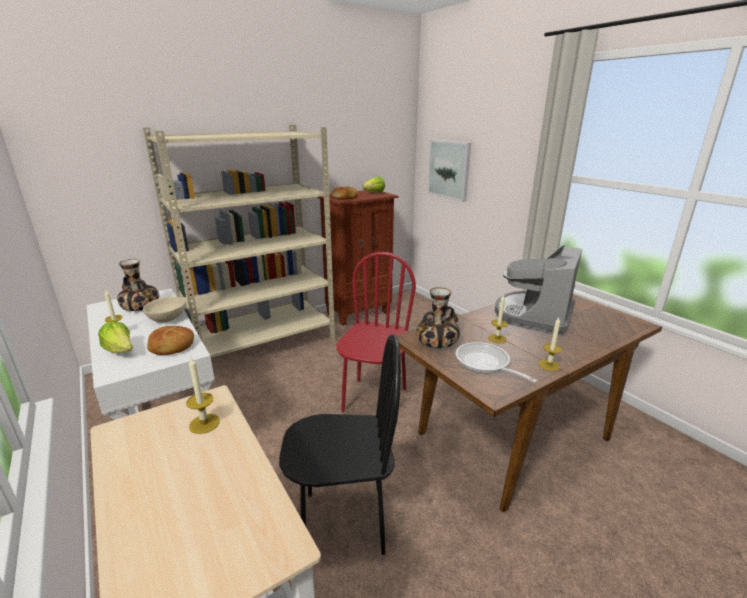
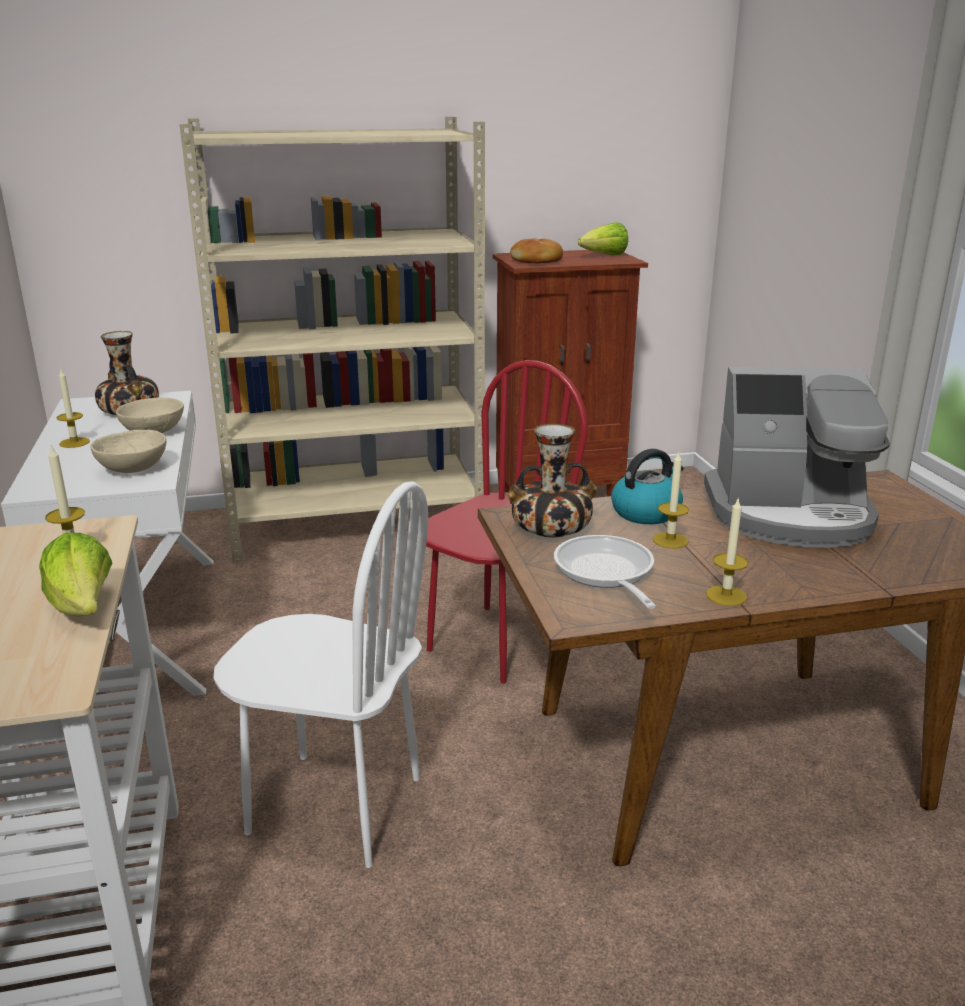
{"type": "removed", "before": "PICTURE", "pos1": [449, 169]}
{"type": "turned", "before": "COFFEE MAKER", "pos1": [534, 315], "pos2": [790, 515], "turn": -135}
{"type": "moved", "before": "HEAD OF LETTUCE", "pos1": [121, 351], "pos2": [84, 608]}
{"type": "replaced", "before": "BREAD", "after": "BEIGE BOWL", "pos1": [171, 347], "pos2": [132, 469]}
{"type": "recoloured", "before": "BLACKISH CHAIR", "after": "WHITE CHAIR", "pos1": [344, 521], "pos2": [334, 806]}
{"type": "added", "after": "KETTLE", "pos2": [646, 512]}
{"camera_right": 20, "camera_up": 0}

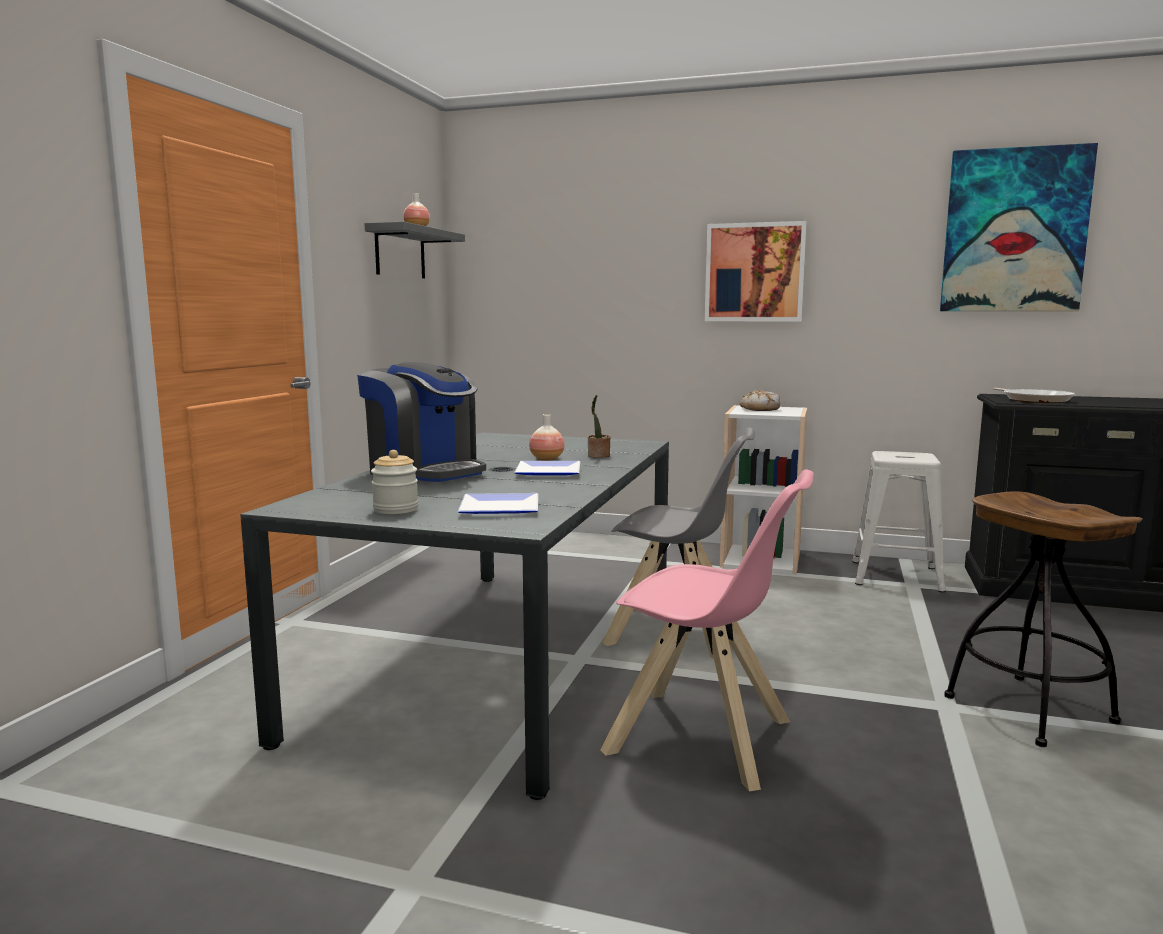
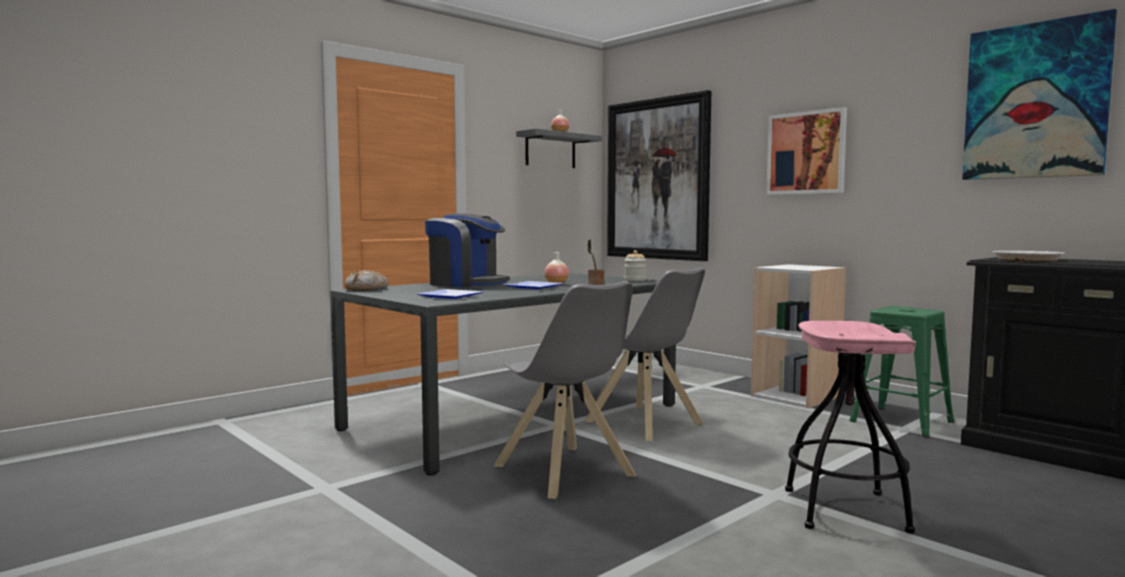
{"type": "turned", "before": "COFFEE MAKER", "pos1": [424, 472], "pos2": [466, 284], "turn": -45}
{"type": "moved", "before": "BREAD", "pos1": [760, 409], "pos2": [366, 289]}
{"type": "moved", "before": "PRESERVE JAR", "pos1": [395, 509], "pos2": [635, 280]}
{"type": "recoloured", "before": "WHITE STOOL SEAT", "after": "GREEN-COLOURED STOOL SEAT", "pos1": [895, 576], "pos2": [901, 422]}
{"type": "recoloured", "before": "PINKISH CHAIR", "after": "GREY CHAIR", "pos1": [704, 738], "pos2": [566, 472]}
{"type": "recoloured", "before": "BROWN STOOL SEAT", "after": "PINKISH STOOL SEAT", "pos1": [1028, 708], "pos2": [845, 509]}
{"type": "added", "after": "PICTURE", "pos2": [657, 179]}
{"camera_right": 30, "camera_up": -5}

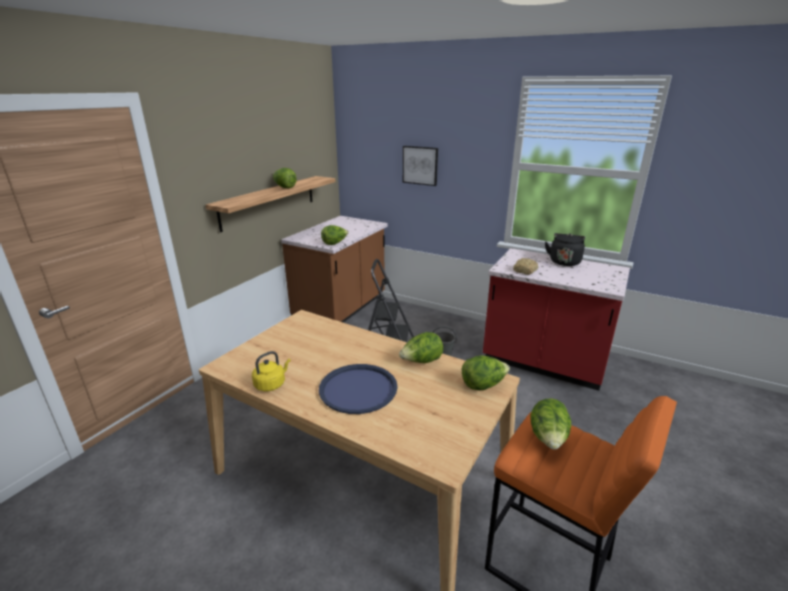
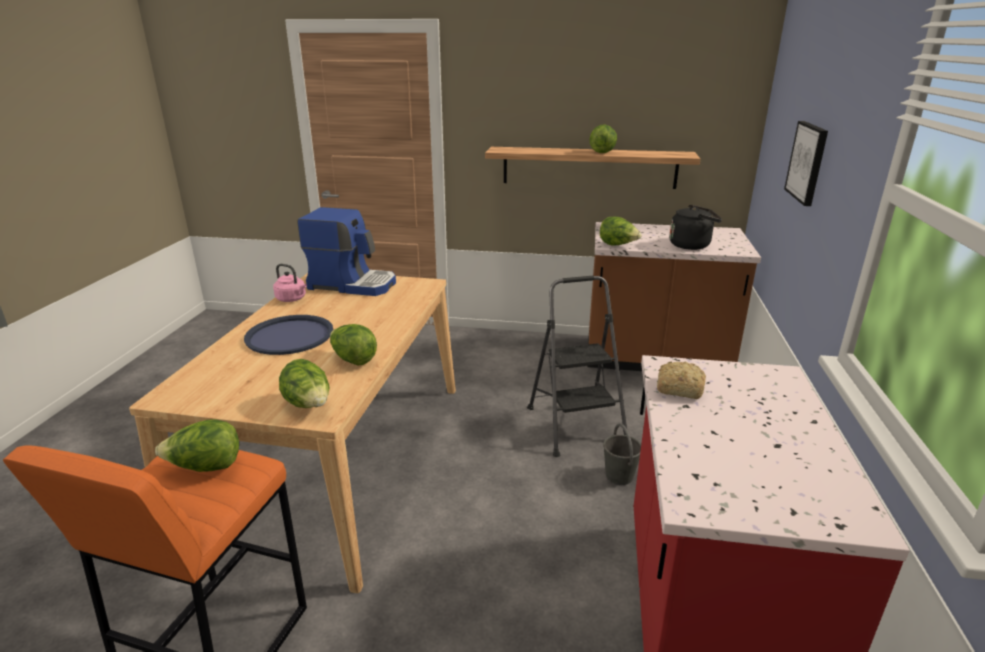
{"type": "moved", "before": "BLACKISH KETTLE", "pos1": [564, 261], "pos2": [692, 245]}
{"type": "recoloured", "before": "YELLOW-COLOURED KETTLE", "after": "PINKISH KETTLE", "pos1": [271, 384], "pos2": [292, 299]}
{"type": "added", "after": "COFFEE MAKER", "pos2": [353, 284]}
{"camera_right": 70, "camera_up": 0}

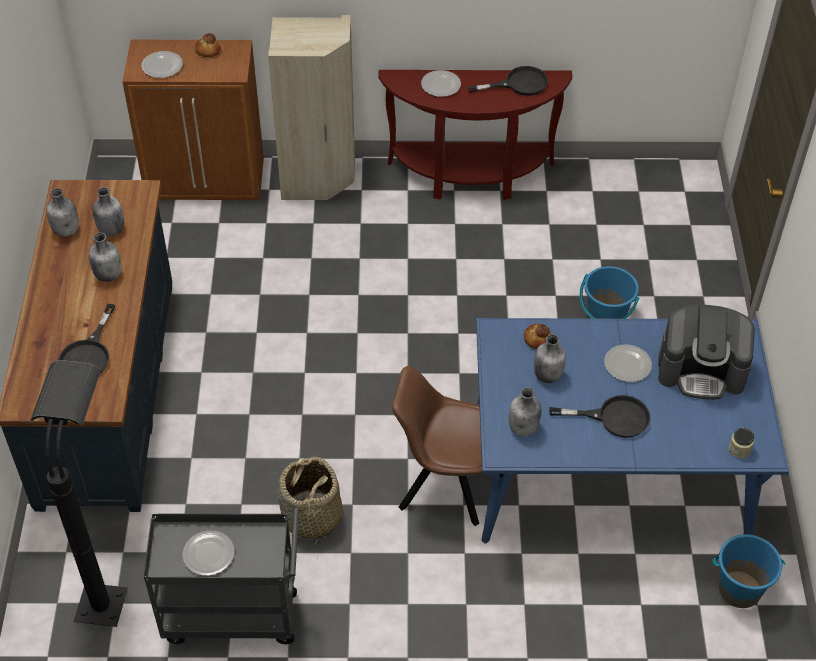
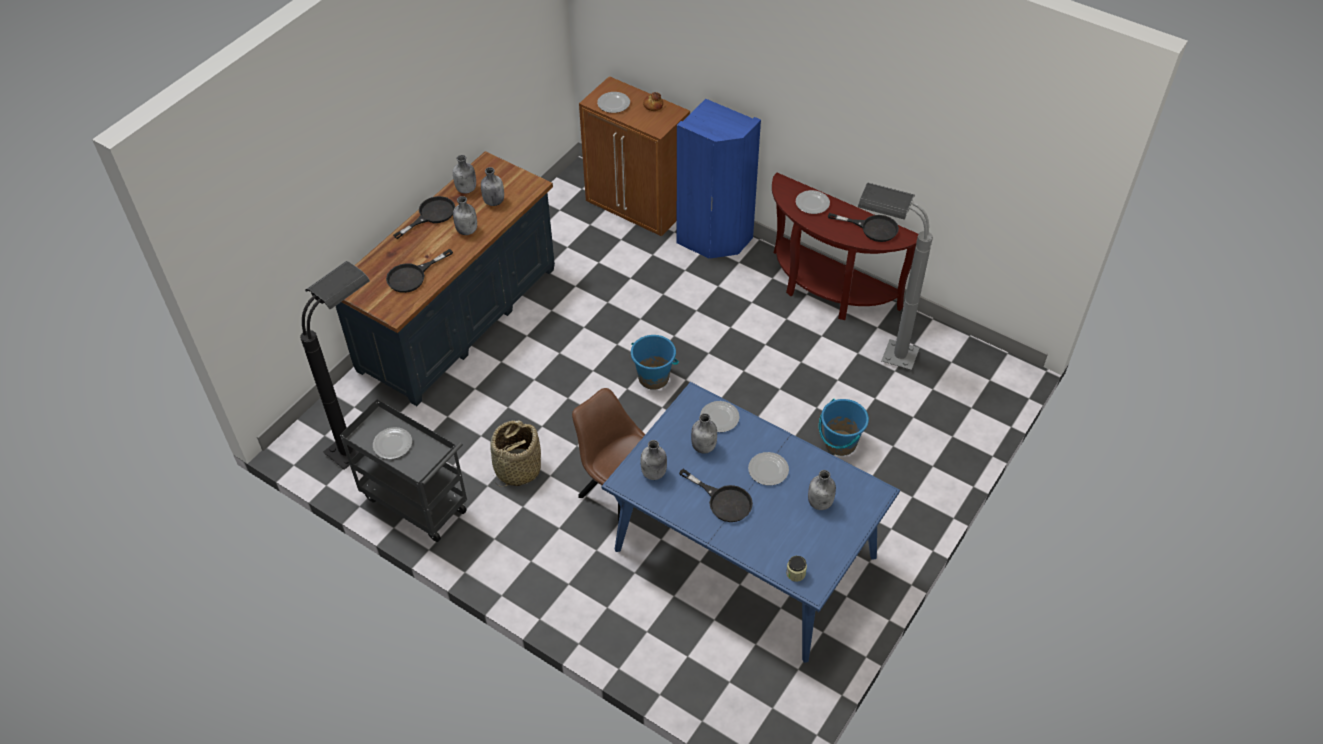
{"type": "recoloured", "before": "BEIGE CABINET", "after": "BLUE CABINET", "pos1": [317, 178], "pos2": [714, 239]}
{"type": "replaced", "before": "COFFEE MAKER", "after": "GREY BEVERAGE BOTTLE", "pos1": [701, 370], "pos2": [820, 503]}
{"type": "replaced", "before": "BREAD", "after": "DINNER PLATE", "pos1": [537, 339], "pos2": [719, 418]}
{"type": "moved", "before": "BLUE PAIL", "pos1": [739, 589], "pos2": [654, 377]}
{"type": "added", "after": "GREY STANDING LAMP", "pos2": [878, 351]}
{"type": "added", "after": "BLACKISH PAN", "pos2": [431, 215]}
{"camera_right": 35, "camera_up": 0}

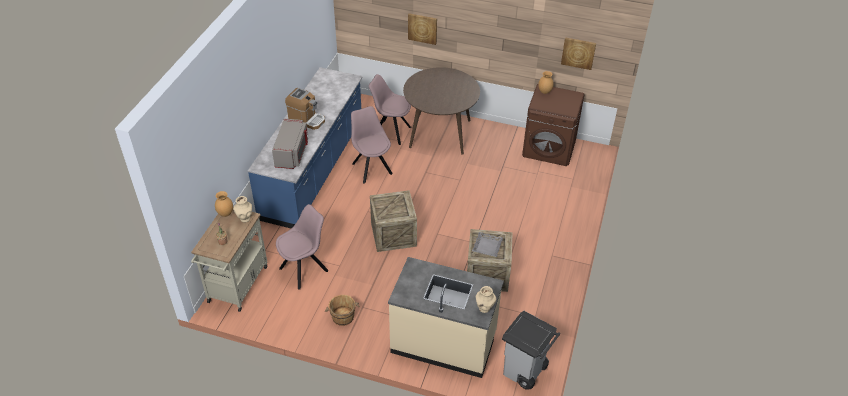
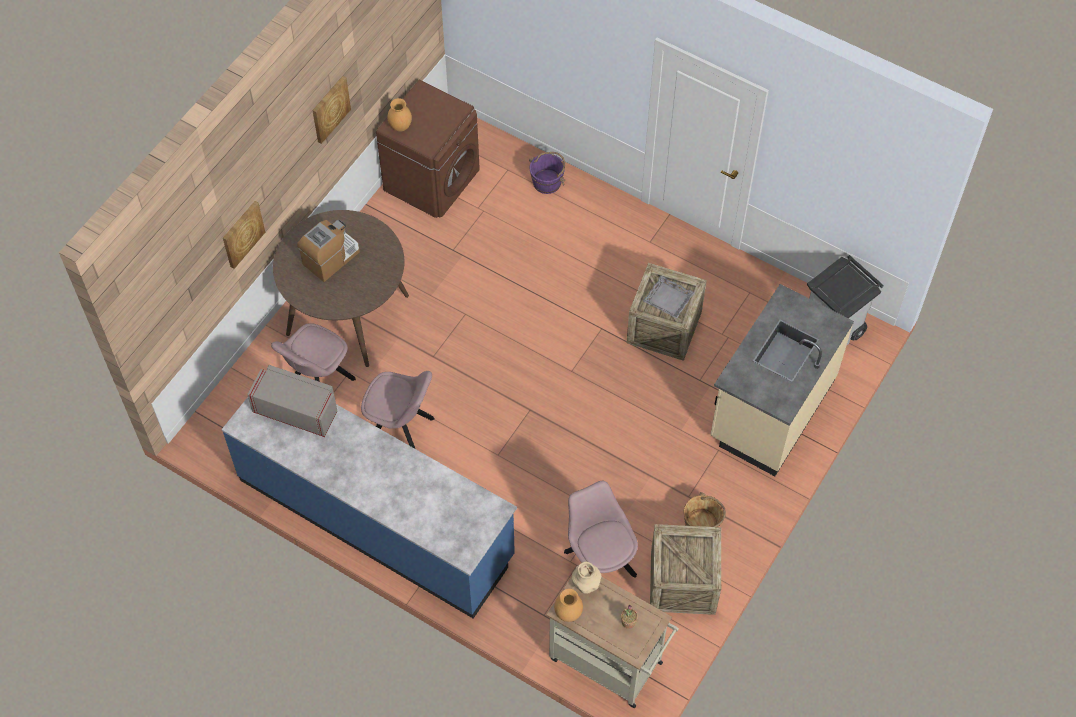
{"type": "moved", "before": "PICTURE", "pos1": [578, 53], "pos2": [330, 108]}
{"type": "moved", "before": "COFFEE MAKER", "pos1": [306, 119], "pos2": [331, 258]}
{"type": "turned", "before": "PINKISH CHAIR", "pos1": [371, 168], "pos2": [401, 431], "turn": -150}
{"type": "moved", "before": "GREY KITCHEN MICROWAVE", "pos1": [292, 153], "pos2": [297, 410]}
{"type": "moved", "before": "SHIPPING CRATE", "pos1": [393, 234], "pos2": [682, 582]}
{"type": "removed", "before": "BEIGE DECORATIVE VASE", "pos1": [484, 308]}
{"type": "added", "after": "PURPLE-COLOURED PAIL", "pos2": [547, 182]}
{"camera_right": -75, "camera_up": 15}

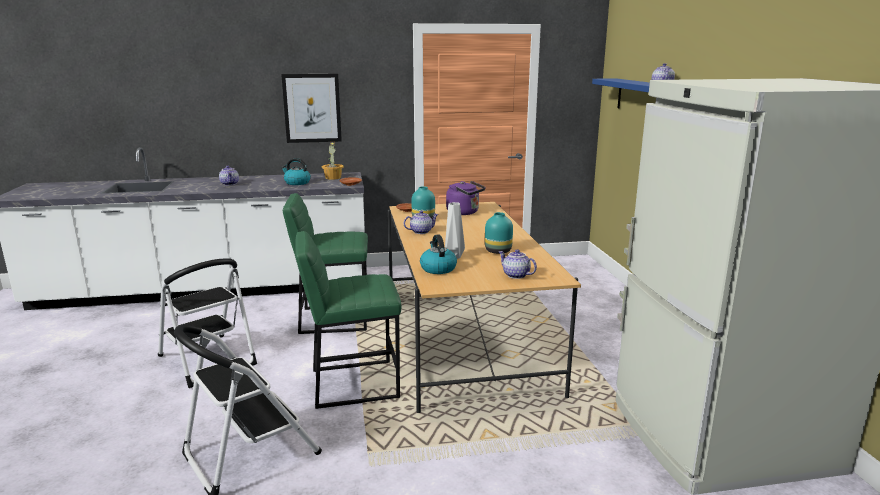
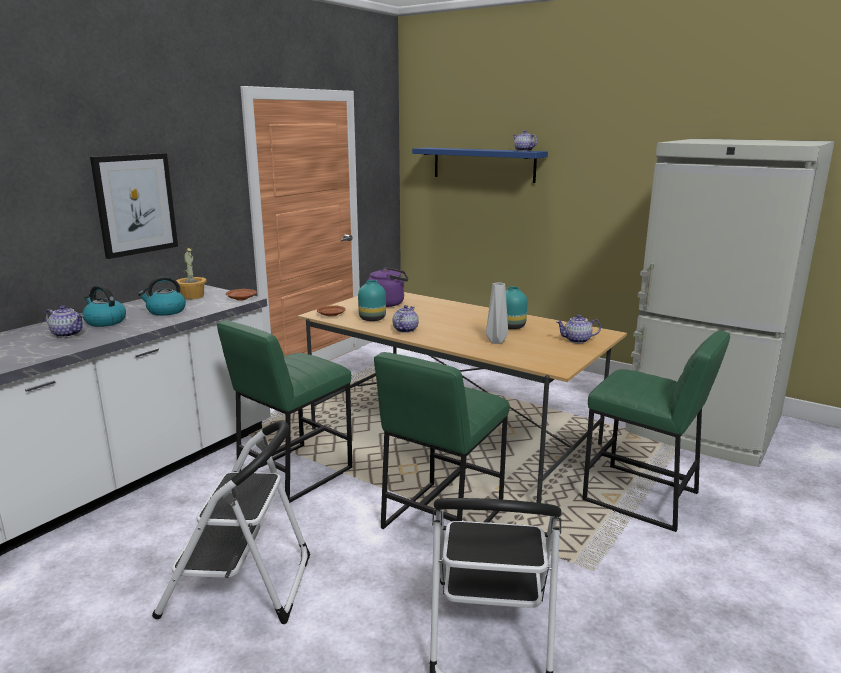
{"type": "moved", "before": "KETTLE", "pos1": [437, 268], "pos2": [105, 322]}
{"type": "added", "after": "GREEN-COLOURED CHAIR", "pos2": [642, 497]}
{"camera_right": -45, "camera_up": 0}

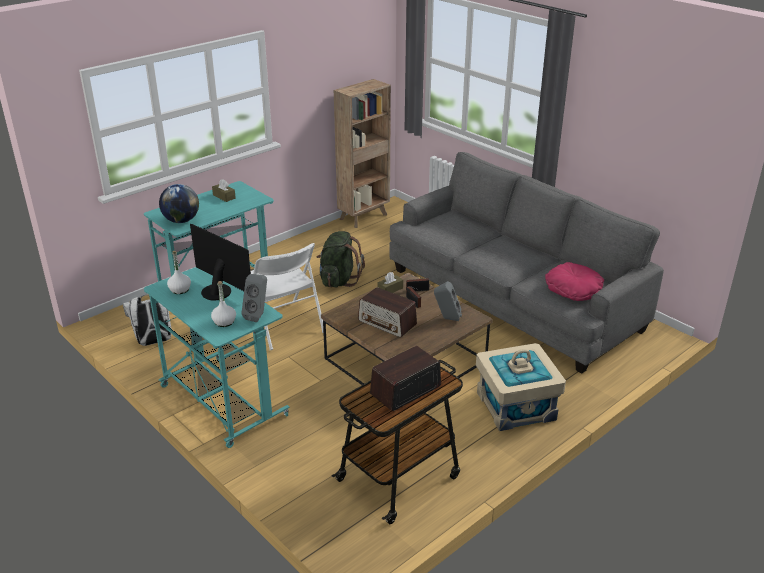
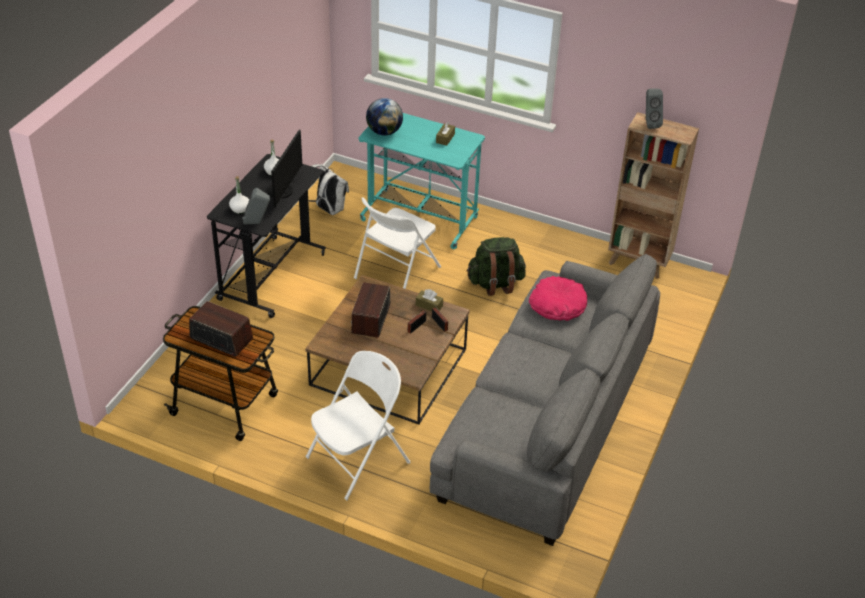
{"type": "moved", "before": "PINKISH PILLOW", "pos1": [574, 289], "pos2": [558, 306]}
{"type": "recoloured", "before": "TURQUOISE-COLOURED DESK TABLE", "after": "BLACKISH DESK TABLE", "pos1": [223, 401], "pos2": [272, 276]}
{"type": "moved", "before": "GREY SPEAKER", "pos1": [447, 318], "pos2": [649, 123]}
{"type": "replaced", "before": "BEIGE STORAGE CONTAINER", "after": "WHITE CHAIR", "pos1": [515, 405], "pos2": [358, 460]}
{"camera_right": 65, "camera_up": 10}

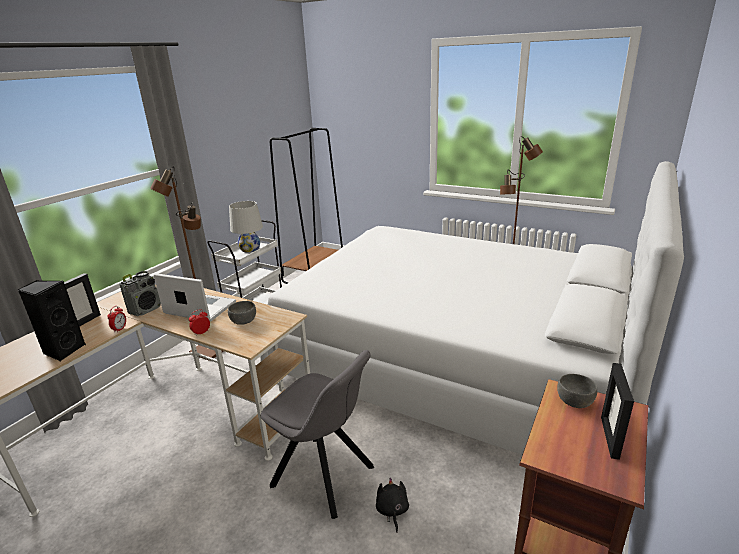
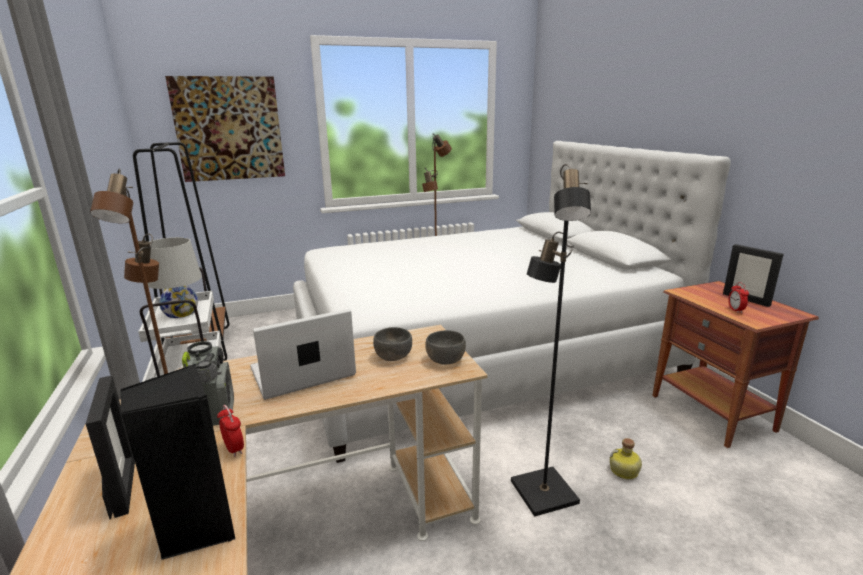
{"type": "moved", "before": "TABLE CLOCK", "pos1": [201, 333], "pos2": [735, 310]}
{"type": "replaced", "before": "GREY CHAIR", "after": "BLACKISH STANDING LAMP", "pos1": [324, 476], "pos2": [544, 492]}
{"type": "moved", "before": "GREY BOWL", "pos1": [574, 401], "pos2": [445, 360]}
{"type": "replaced", "before": "BLACKISH PLUSH TOY", "after": "BEVERAGE BOTTLE", "pos1": [392, 511], "pos2": [624, 471]}
{"type": "added", "after": "PICTURE", "pos2": [229, 129]}
{"camera_right": -50, "camera_up": -5}

